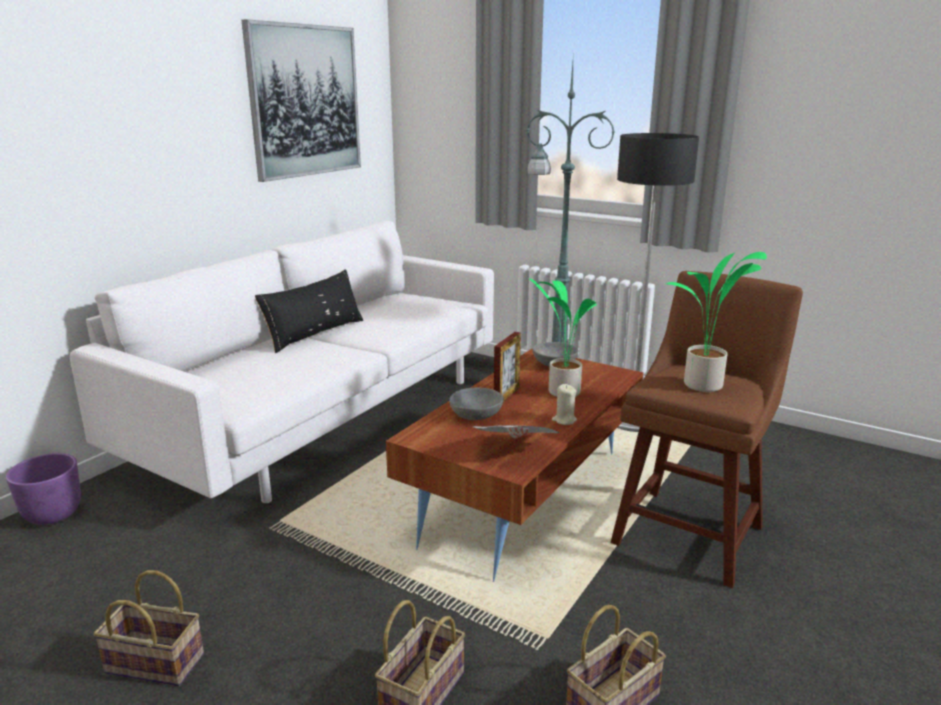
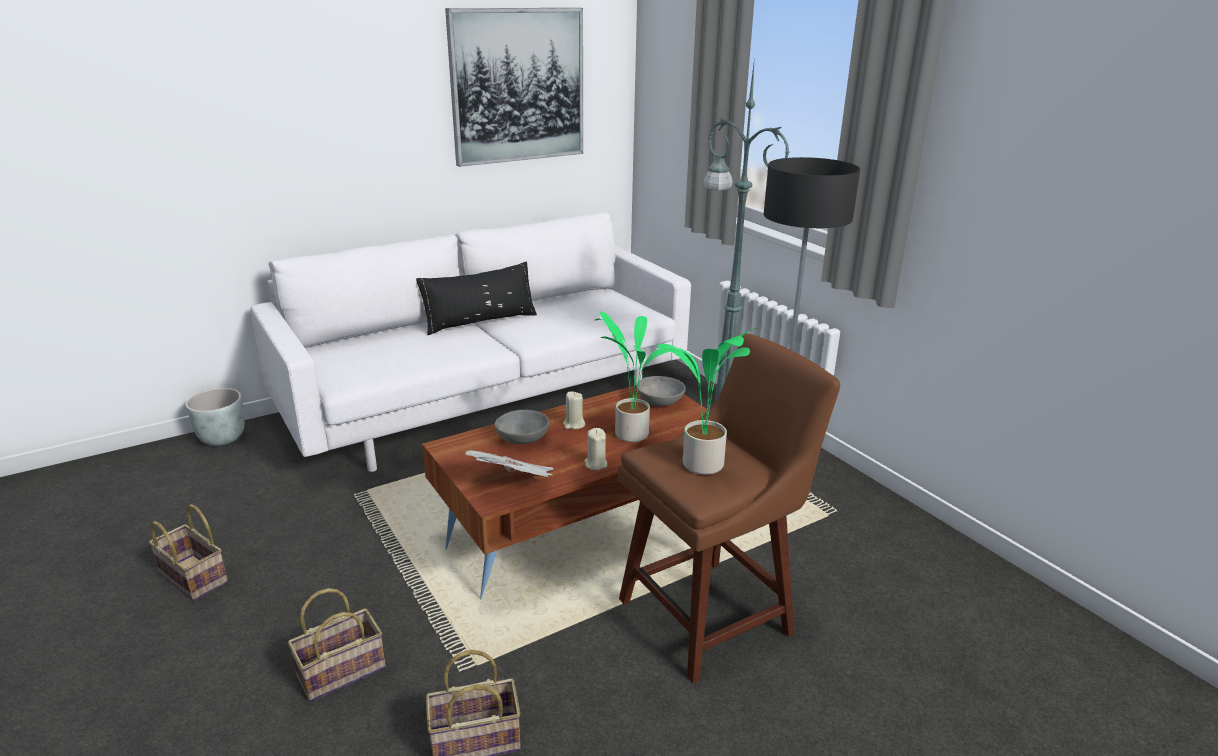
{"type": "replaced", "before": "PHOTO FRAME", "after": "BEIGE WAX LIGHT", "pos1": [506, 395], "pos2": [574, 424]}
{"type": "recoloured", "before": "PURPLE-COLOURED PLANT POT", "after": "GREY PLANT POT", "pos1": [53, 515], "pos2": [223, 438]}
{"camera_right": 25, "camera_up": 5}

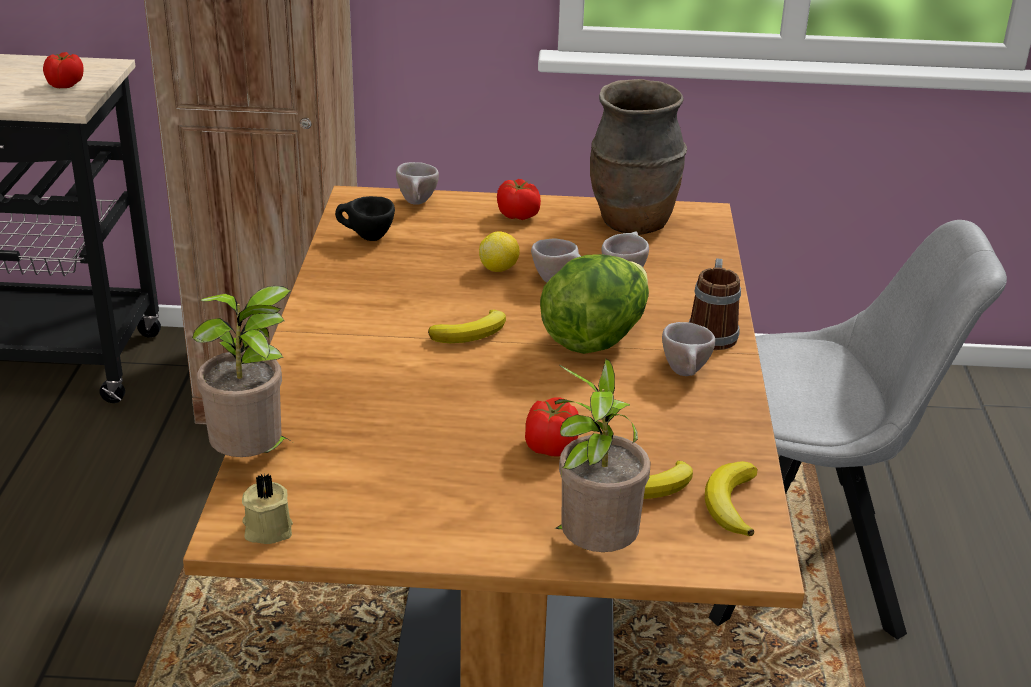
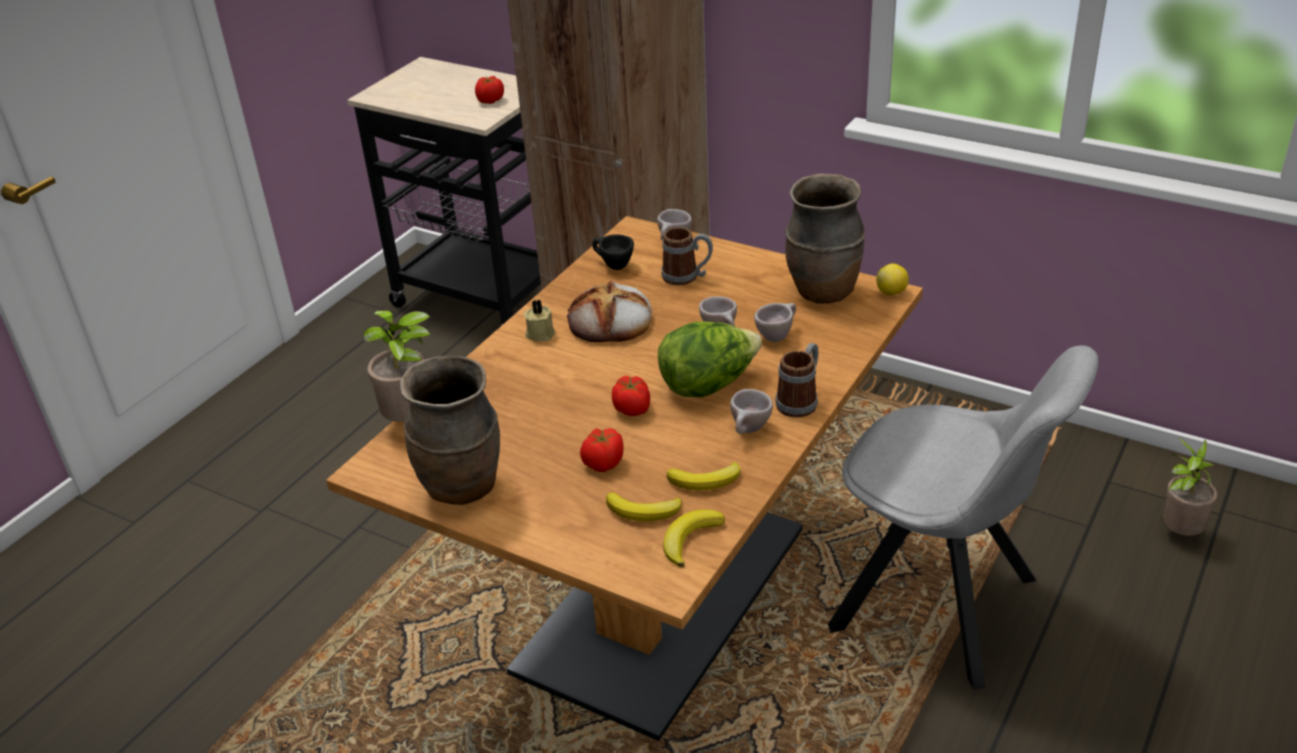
{"type": "moved", "before": "TOMATO", "pos1": [518, 216], "pos2": [632, 409]}
{"type": "moved", "before": "LEMON", "pos1": [499, 269], "pos2": [891, 292]}
{"type": "moved", "before": "BANANA", "pos1": [472, 333], "pos2": [706, 481]}
{"type": "moved", "before": "PLANT IN A POT", "pos1": [593, 550], "pos2": [1178, 533]}
{"type": "moved", "before": "BEIGE WAX LIGHT", "pos1": [267, 529], "pos2": [540, 333]}
{"type": "added", "after": "COFFEE MUG", "pos2": [687, 277]}
{"type": "added", "after": "BREAD", "pos2": [611, 321]}
{"type": "added", "after": "BROWN DECORATIVE VASE", "pos2": [463, 488]}
{"camera_right": 30, "camera_up": 5}

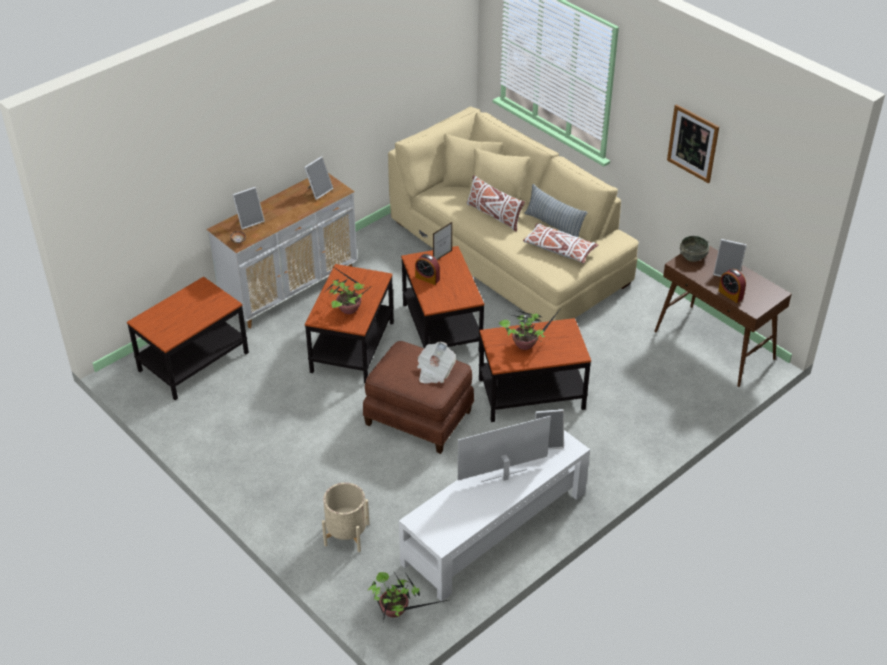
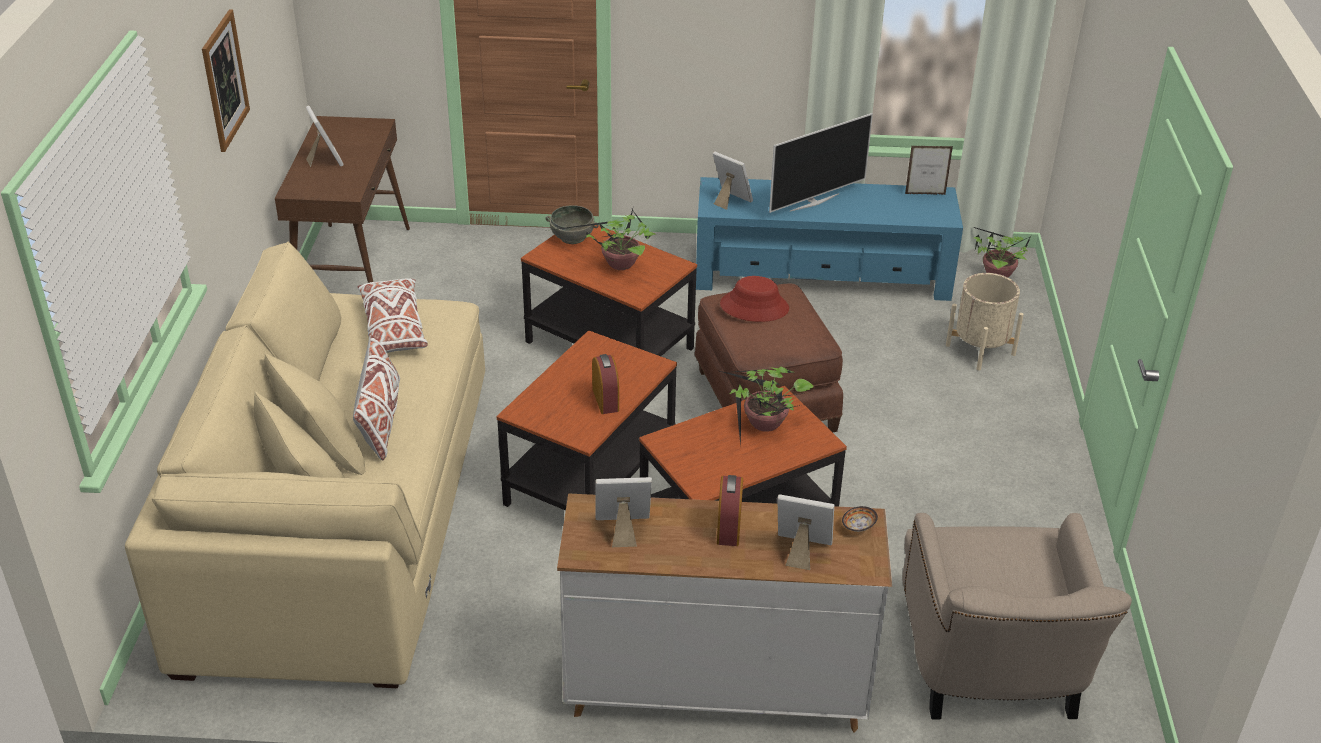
{"type": "removed", "before": "PILLOW", "pos1": [554, 225]}
{"type": "moved", "before": "PHOTO FRAME", "pos1": [442, 256], "pos2": [925, 194]}
{"type": "moved", "before": "GREY BOWL", "pos1": [693, 257], "pos2": [572, 237]}
{"type": "moved", "before": "TABLE CLOCK", "pos1": [730, 294], "pos2": [729, 527]}
{"type": "replaced", "before": "SIDE TABLE", "after": "BEIGE LOUNGE CHAIR", "pos1": [193, 361], "pos2": [991, 667]}
{"type": "replaced", "before": "NEWSPAPER", "after": "RED-COLOURED CLOTHING HAT", "pos1": [434, 371], "pos2": [754, 306]}
{"type": "turned", "before": "TELEVISION", "pos1": [504, 476], "pos2": [813, 202], "turn": -60}
{"type": "recoloured", "before": "WHITE TV UNIT", "after": "BLUE TV UNIT", "pos1": [494, 527], "pos2": [821, 274]}
{"camera_right": -135, "camera_up": -5}

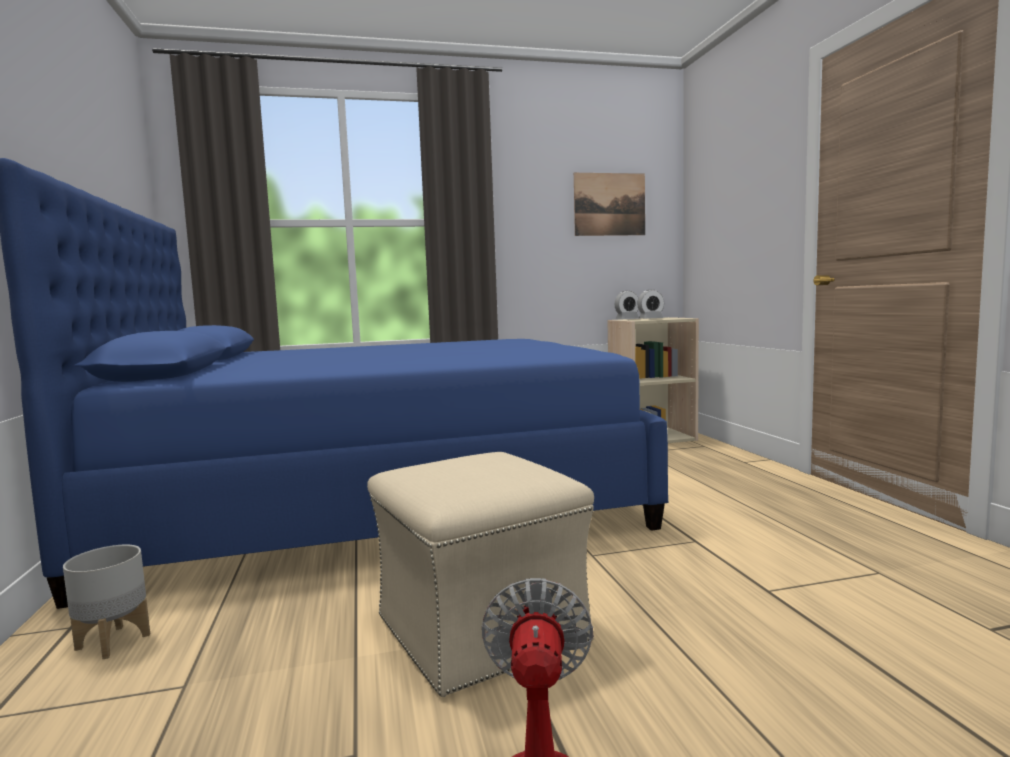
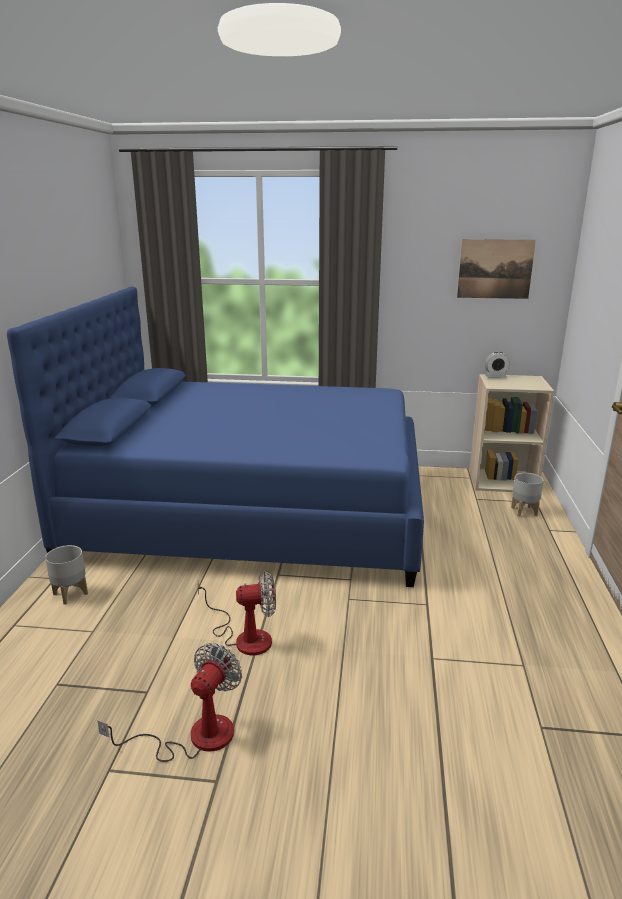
{"type": "removed", "before": "TABLE CLOCK", "pos1": [650, 319]}
{"type": "replaced", "before": "BEIGE OTTOMAN", "after": "ELECTRIC FAN", "pos1": [479, 628], "pos2": [244, 637]}
{"type": "added", "after": "GREY PLANT POT", "pos2": [524, 511]}
{"camera_right": 20, "camera_up": 15}

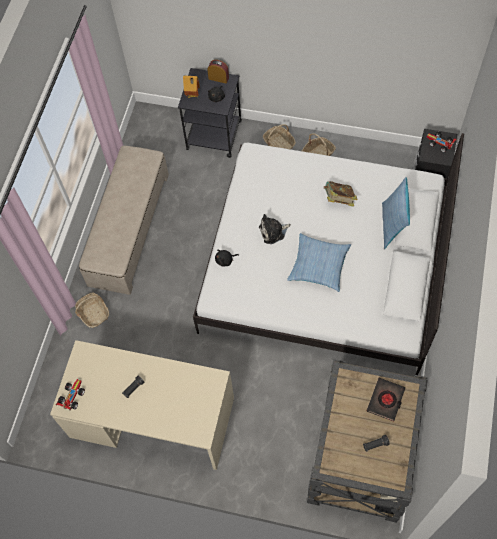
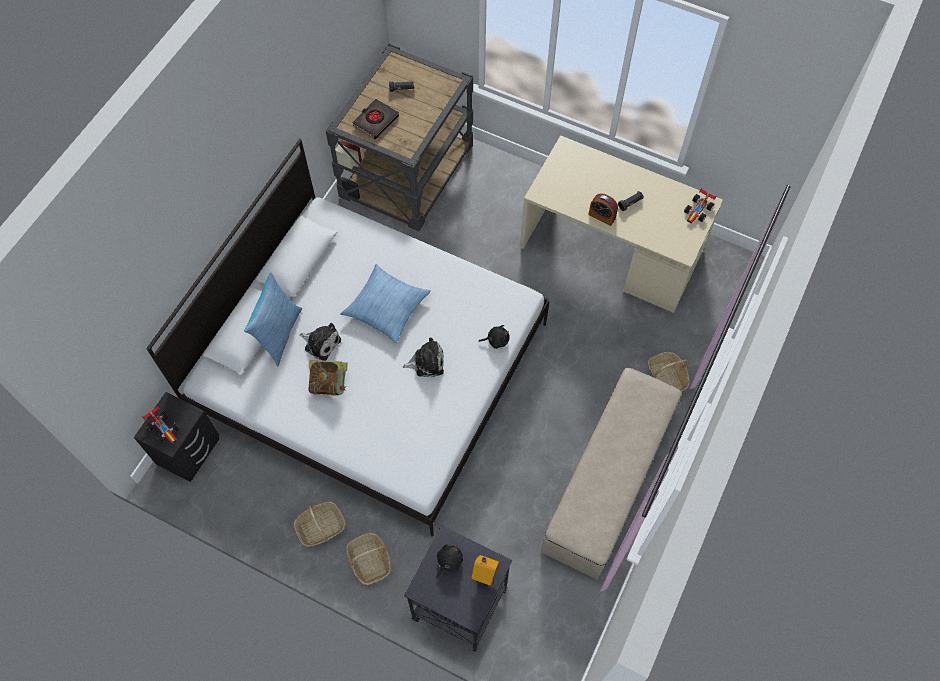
{"type": "moved", "before": "TABLE CLOCK", "pos1": [218, 78], "pos2": [602, 216]}
{"type": "added", "after": "PLUSH TOY", "pos2": [321, 343]}
{"camera_right": -170, "camera_up": 0}

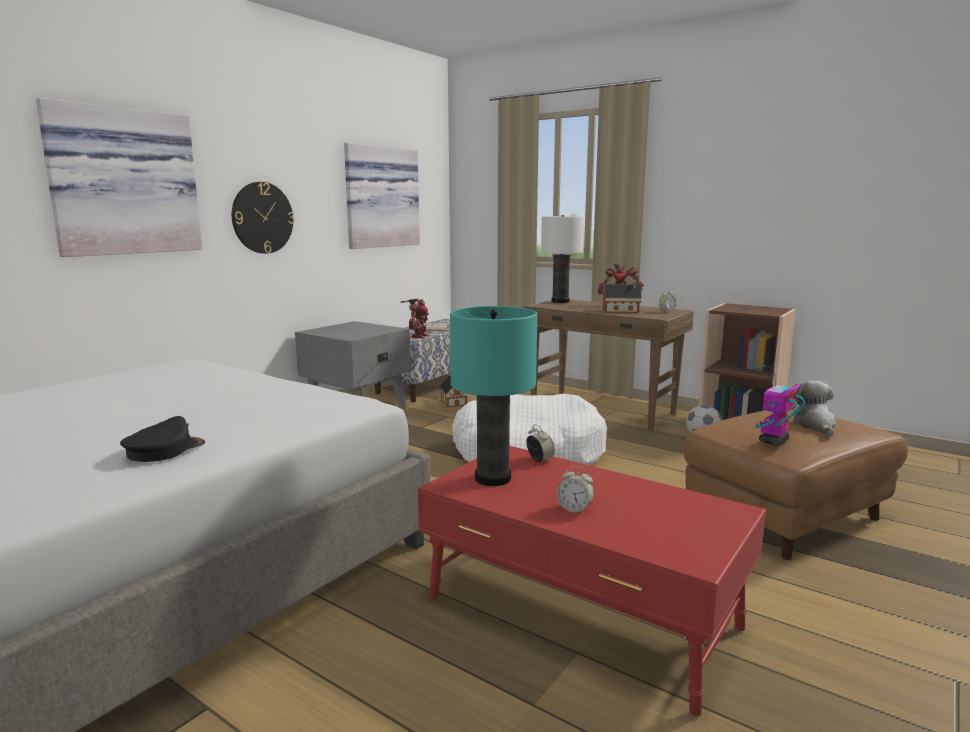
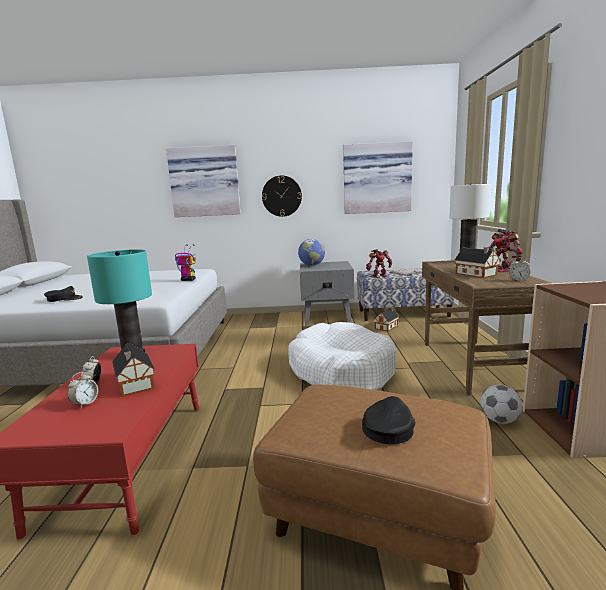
{"type": "moved", "before": "MODEL ROBOT", "pos1": [773, 441], "pos2": [188, 280]}
{"type": "replaced", "before": "PLUSH TOY", "after": "BLACKISH PEAKED CAP", "pos1": [815, 426], "pos2": [388, 427]}
{"type": "moved", "before": "TABLE CLOCK", "pos1": [540, 460], "pos2": [85, 403]}
{"type": "added", "after": "WORLD GLOBE", "pos2": [312, 265]}
{"type": "added", "after": "MODEL HOUSE", "pos2": [135, 384]}
{"camera_right": 55, "camera_up": 0}

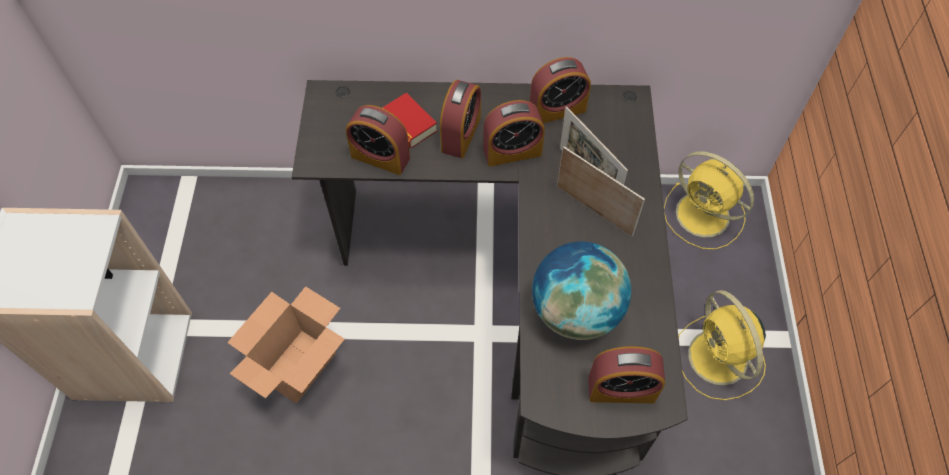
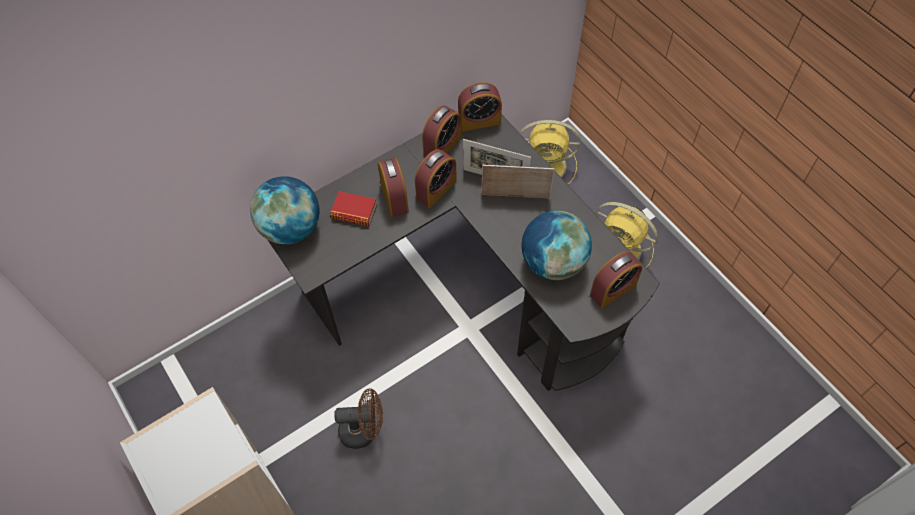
{"type": "moved", "before": "TABLE CLOCK", "pos1": [380, 157], "pos2": [479, 121]}
{"type": "replaced", "before": "CARDBOARD BOX", "after": "BROWN ELECTRIC FAN", "pos1": [299, 365], "pos2": [364, 430]}
{"type": "added", "after": "WORLD GLOBE", "pos2": [291, 228]}
{"camera_right": -35, "camera_up": 0}

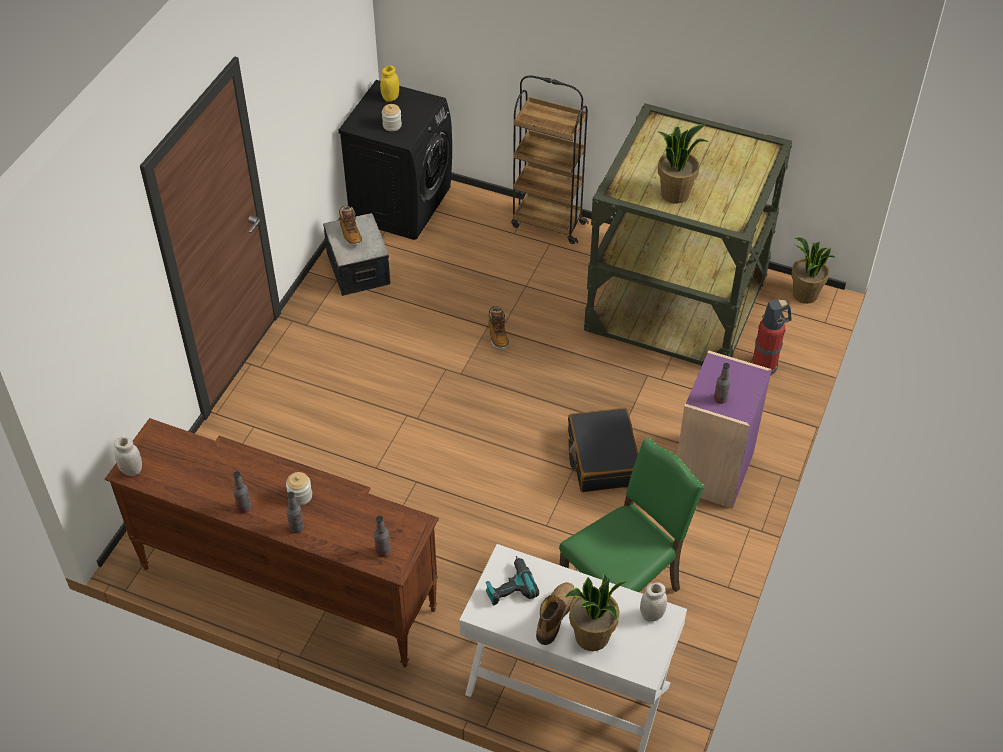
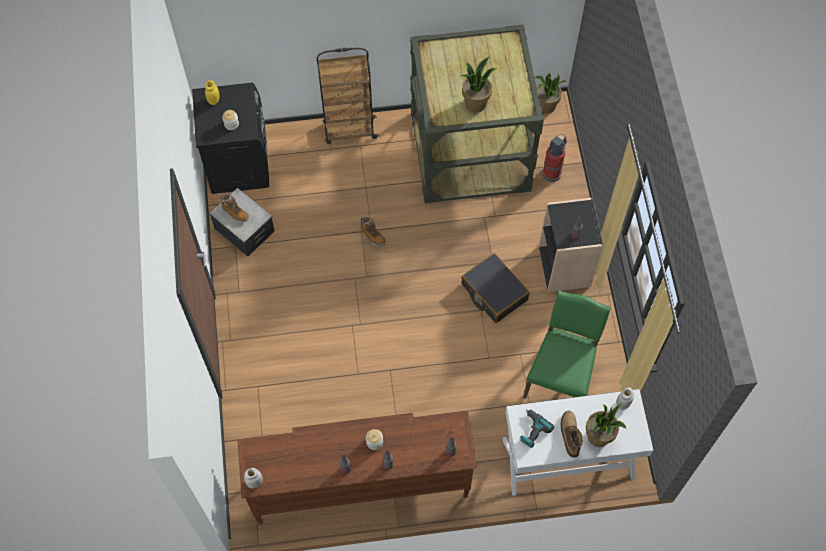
{"type": "recoloured", "before": "PURPLE-COLOURED SHELVING UNIT", "after": "BLACKISH SHELVING UNIT", "pos1": [713, 471], "pos2": [565, 266]}
{"camera_right": -30, "camera_up": 15}

